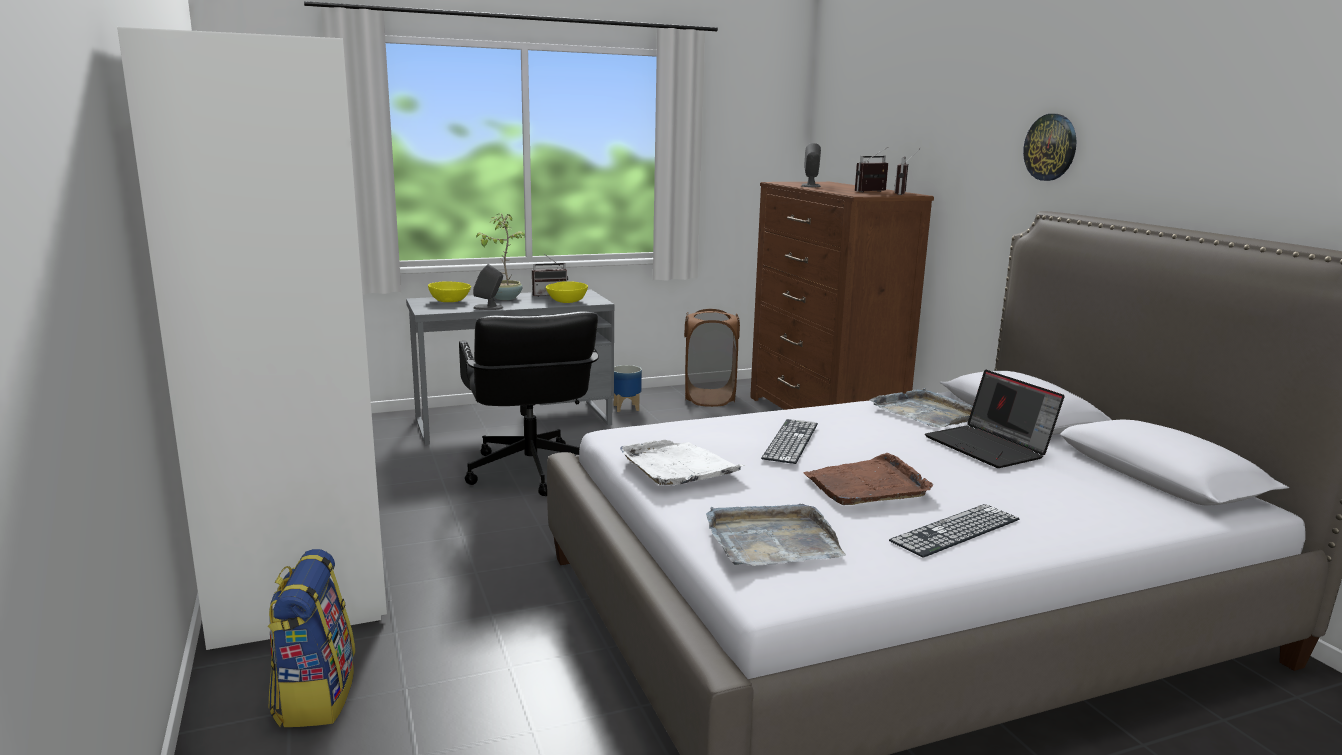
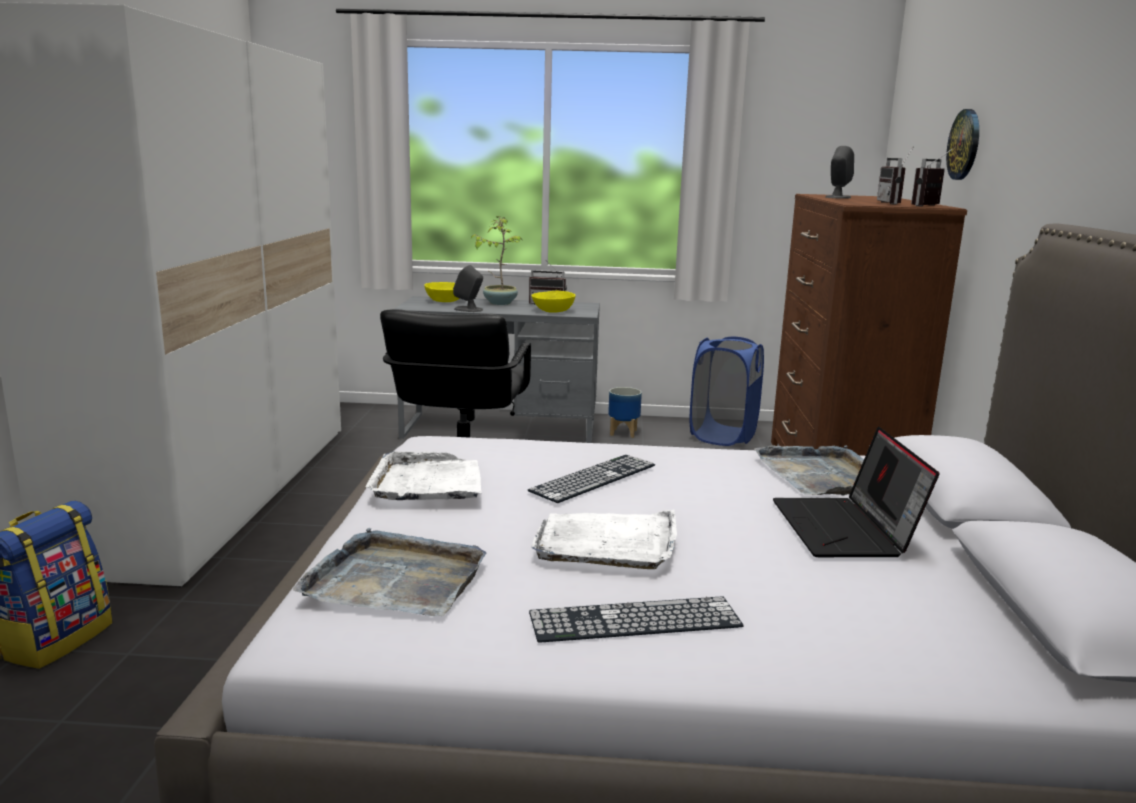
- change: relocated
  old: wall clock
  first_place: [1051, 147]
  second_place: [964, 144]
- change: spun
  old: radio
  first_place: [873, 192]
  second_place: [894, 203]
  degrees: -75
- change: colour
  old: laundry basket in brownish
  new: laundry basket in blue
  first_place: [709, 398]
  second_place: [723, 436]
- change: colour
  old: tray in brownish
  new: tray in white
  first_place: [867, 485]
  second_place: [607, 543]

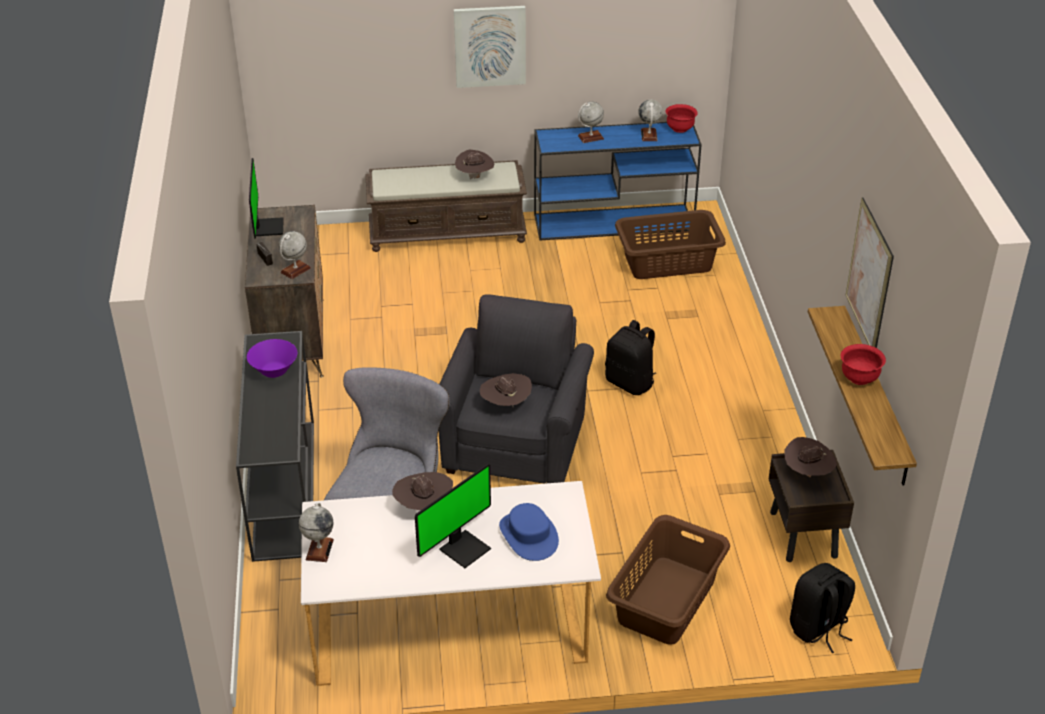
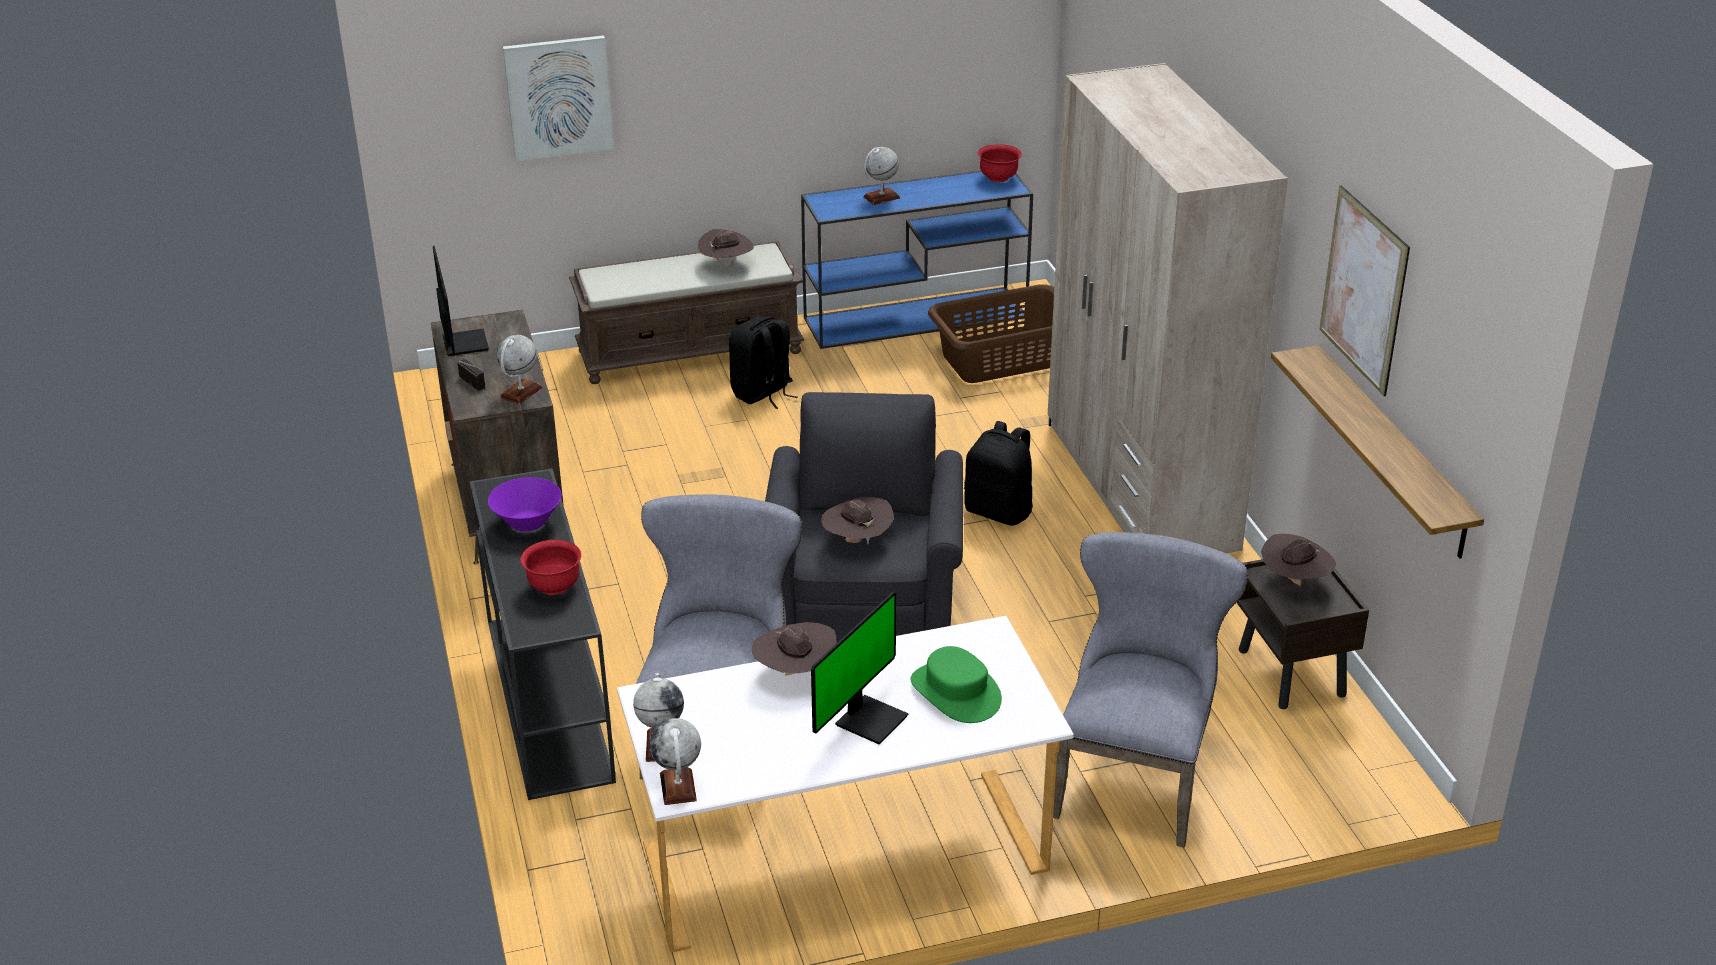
- change: relocated
  old: wall art
  first_place: [490, 46]
  second_place: [558, 97]
- change: relocated
  old: globe
  first_place: [649, 135]
  second_place: [678, 787]
- change: relocated
  old: bowl in reddish
  first_place: [859, 378]
  second_place: [554, 586]
- change: colour
  old: hat in blue
  new: hat in green-coloured
  first_place: [529, 535]
  second_place: [956, 692]
- change: exchanged
  old: laundry basket in brownish
  new: plain chair in greyish
  first_place: [667, 600]
  second_place: [1135, 777]
- change: relocated
  old: knapsack in black
  first_place: [818, 628]
  second_place: [763, 393]
- change: appeared
  new: wardrobe in beige
  second_place: [1140, 485]

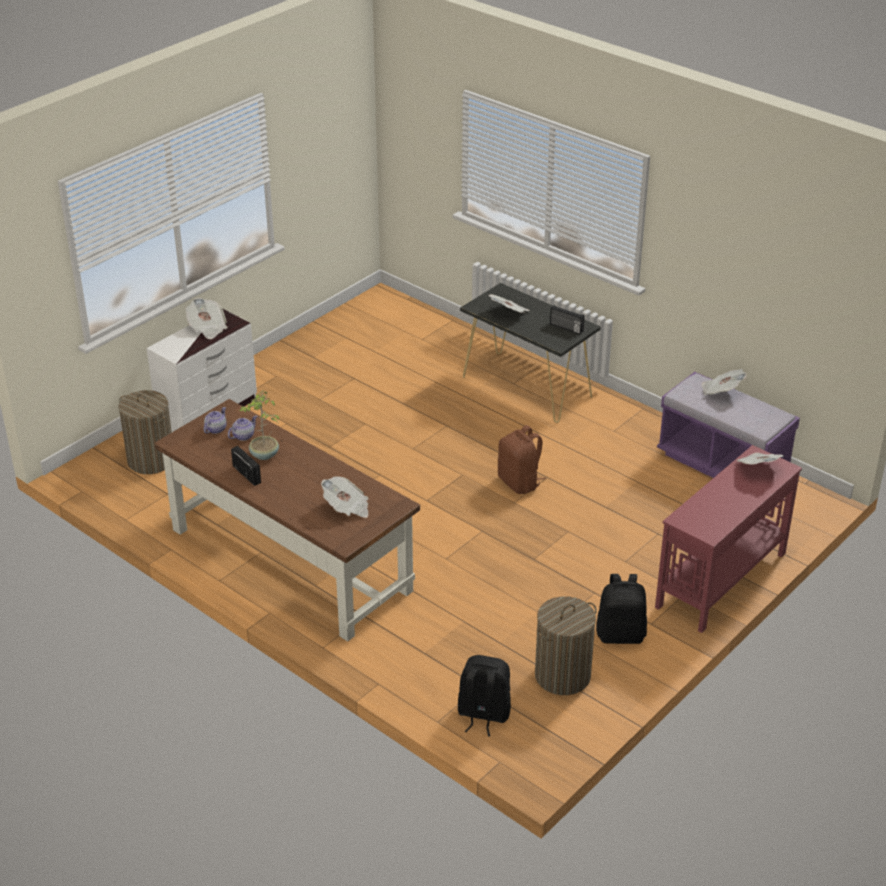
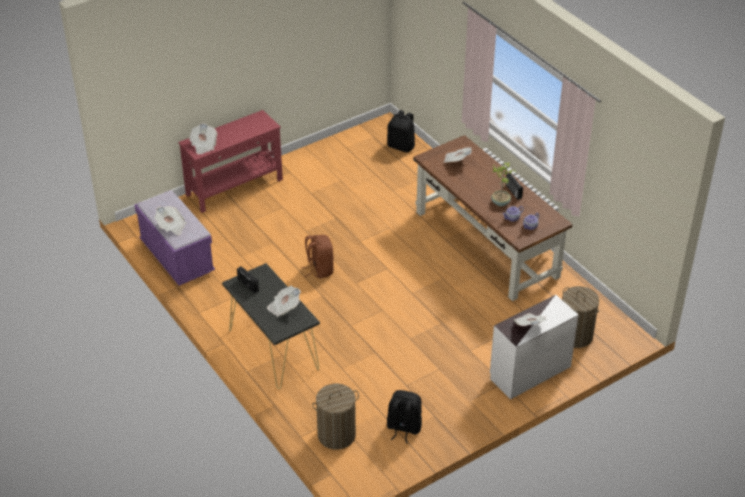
- change: relocated
  old: knapsack in black
  first_place: [621, 634]
  second_place: [403, 428]
- change: relocated
  old: laundry basket
  first_place: [562, 676]
  second_place: [336, 435]

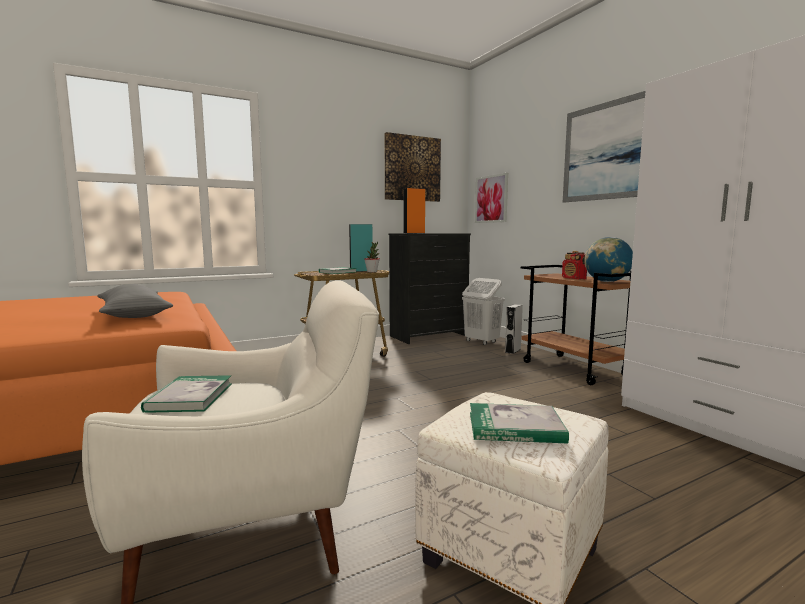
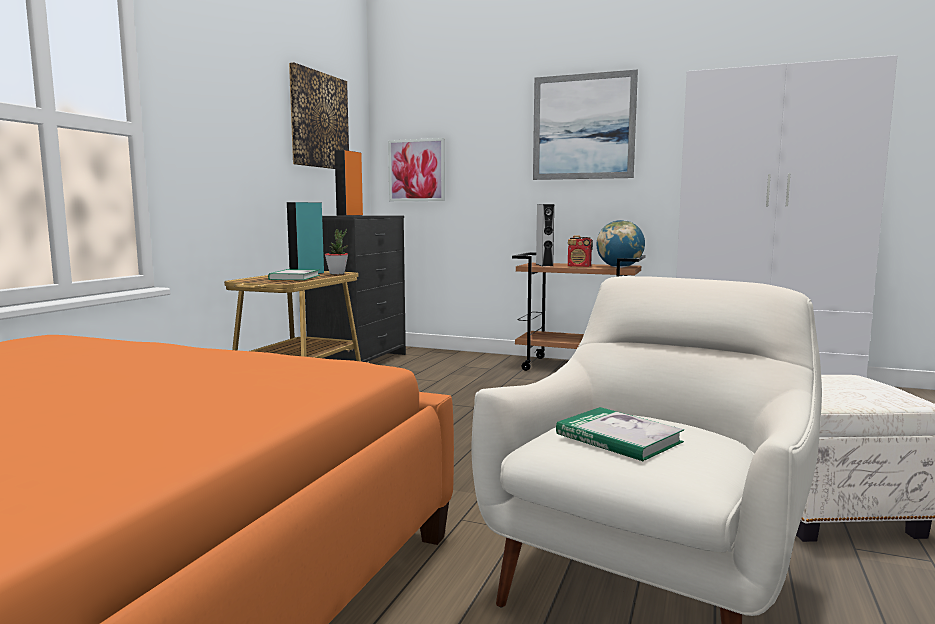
- change: missing
  old: laundry basket in white
  first_place: [481, 342]
- change: missing
  old: throw pillow in greyish
  first_place: [133, 314]
- change: relocated
  old: audio speaker in greyish
  first_place: [513, 350]
  second_place: [544, 265]
- change: missing
  old: volume
  first_place: [515, 427]

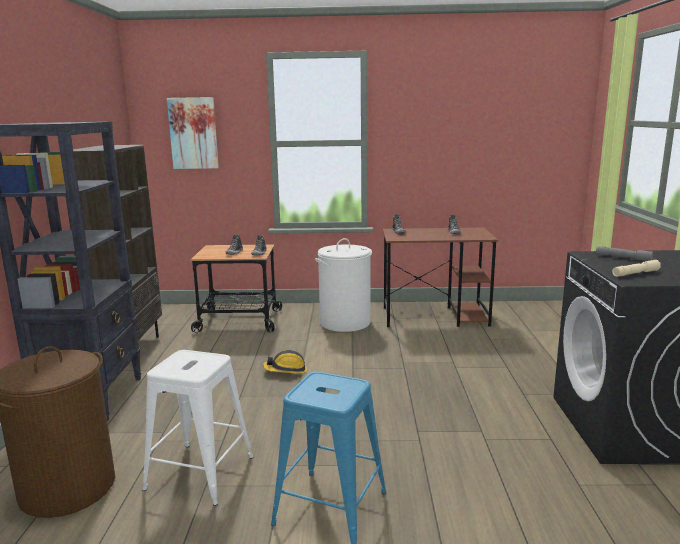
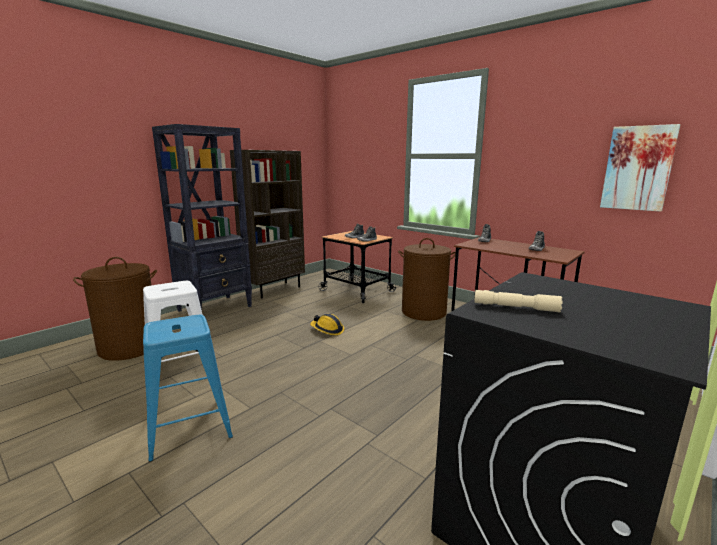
- change: relocated
  old: wall art
  first_place: [193, 133]
  second_place: [637, 168]
- change: colour
  old: laundry basket in white
  new: laundry basket in brownish
  first_place: [345, 322]
  second_place: [424, 312]
- change: missing
  old: flashlight in greyish
  first_place: [623, 258]

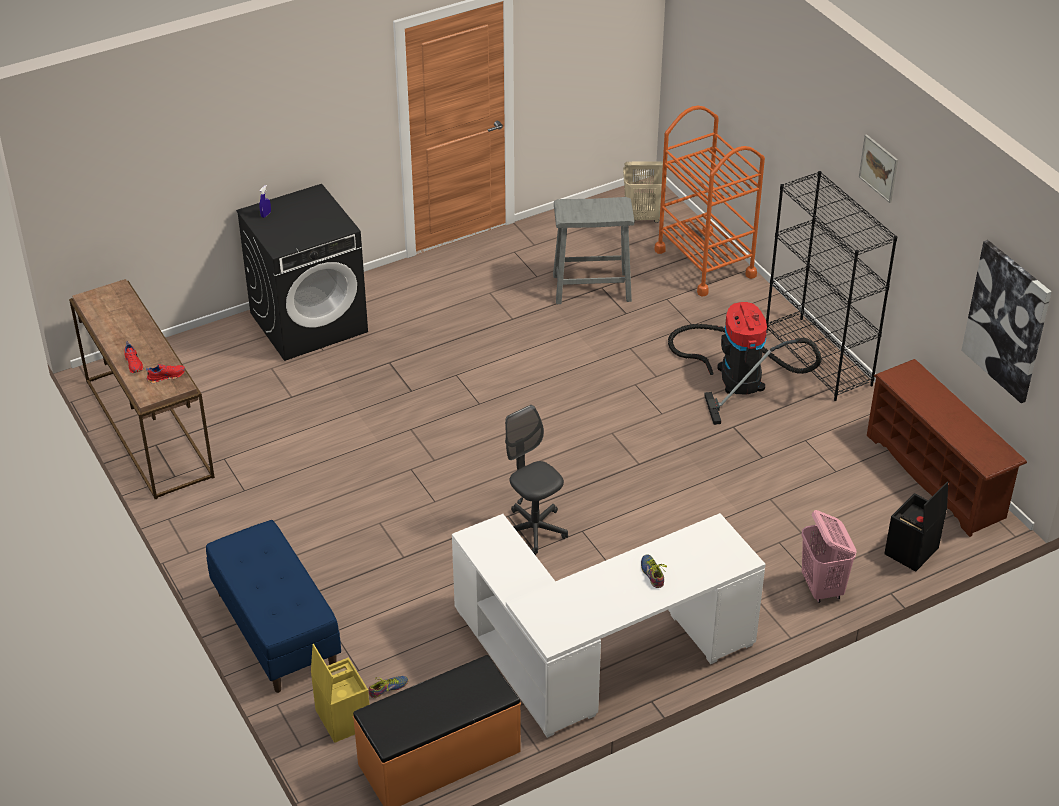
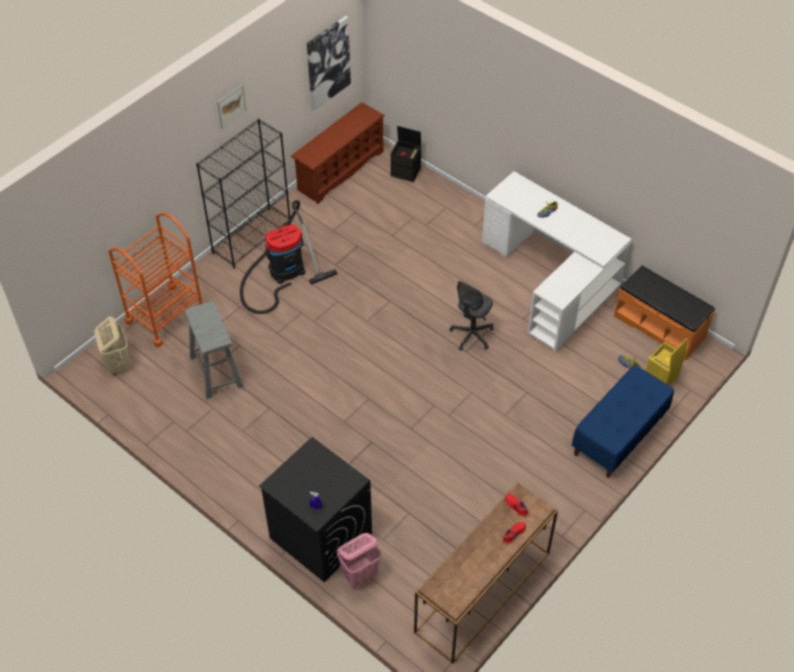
- change: relocated
  old: laundry basket in pink-coloured
  first_place: [822, 588]
  second_place: [360, 575]

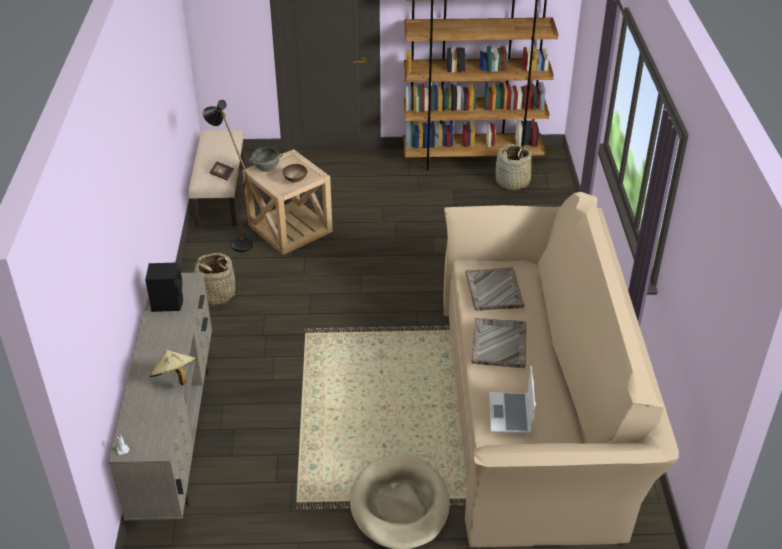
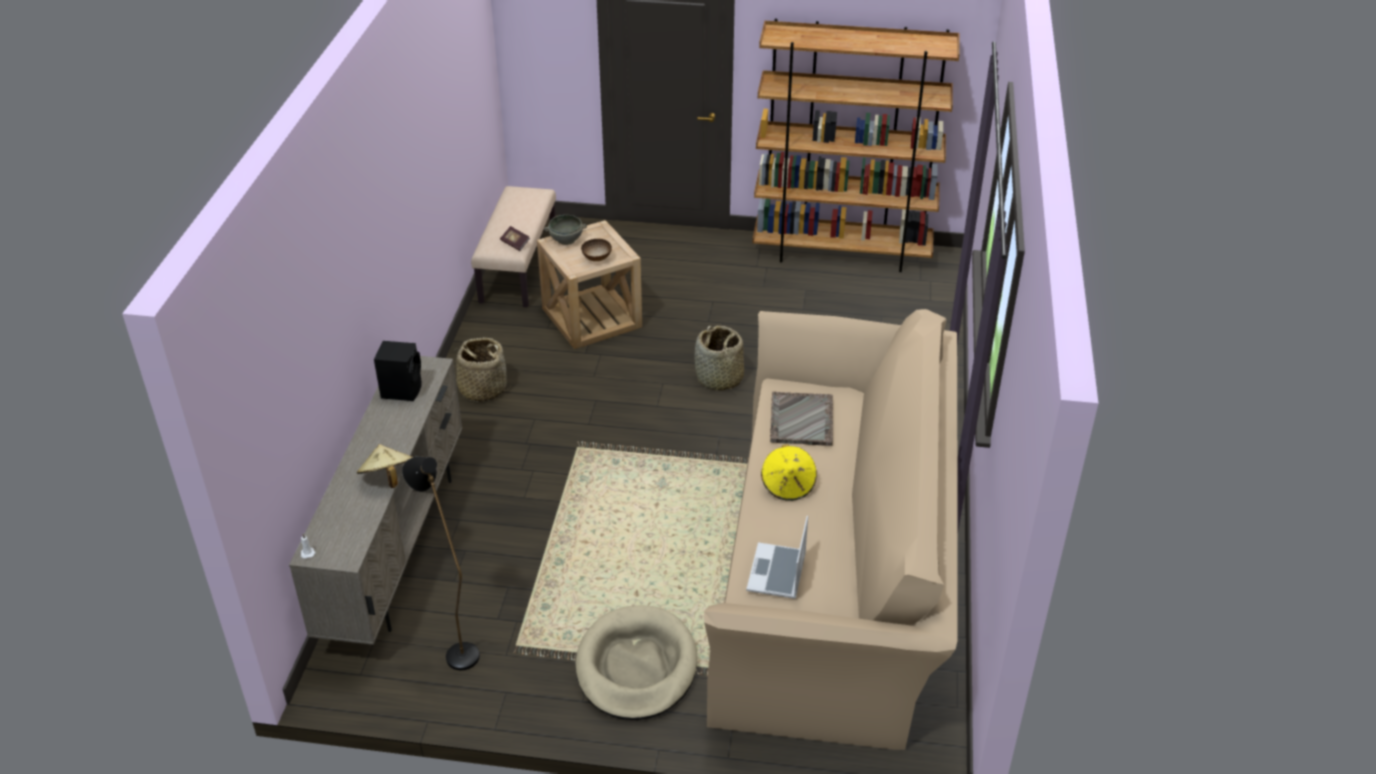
- change: relocated
  old: standard lamp in black
  first_place: [237, 242]
  second_place: [456, 649]
- change: relocated
  old: household basket
  first_place: [512, 183]
  second_place: [719, 379]
- change: exchanged
  old: tray in greyish
  new: hat in yellowish
  first_place: [499, 343]
  second_place: [788, 485]

